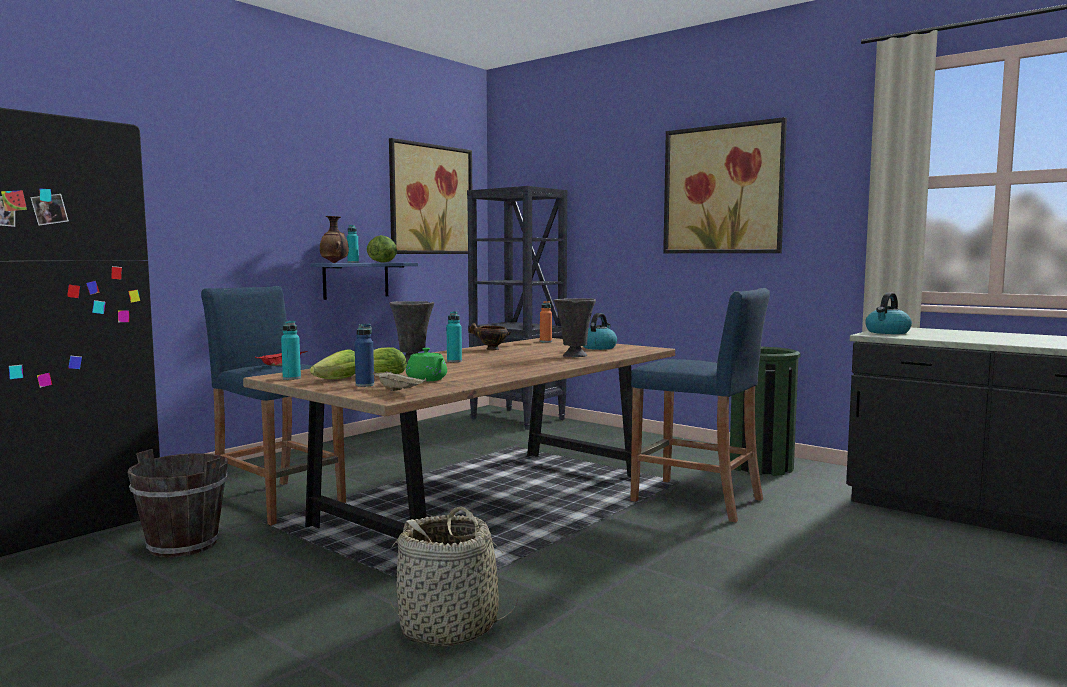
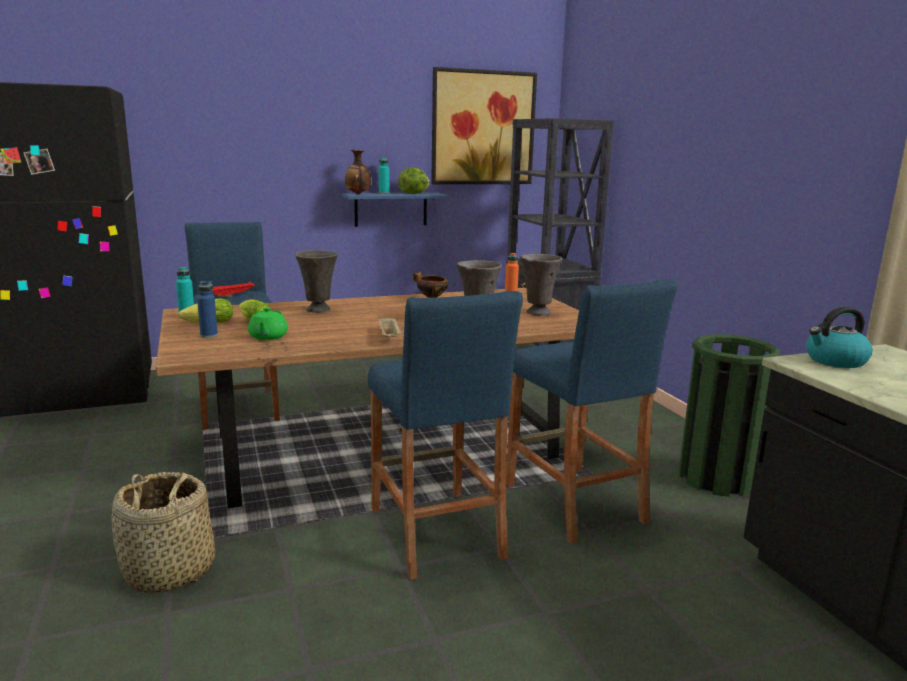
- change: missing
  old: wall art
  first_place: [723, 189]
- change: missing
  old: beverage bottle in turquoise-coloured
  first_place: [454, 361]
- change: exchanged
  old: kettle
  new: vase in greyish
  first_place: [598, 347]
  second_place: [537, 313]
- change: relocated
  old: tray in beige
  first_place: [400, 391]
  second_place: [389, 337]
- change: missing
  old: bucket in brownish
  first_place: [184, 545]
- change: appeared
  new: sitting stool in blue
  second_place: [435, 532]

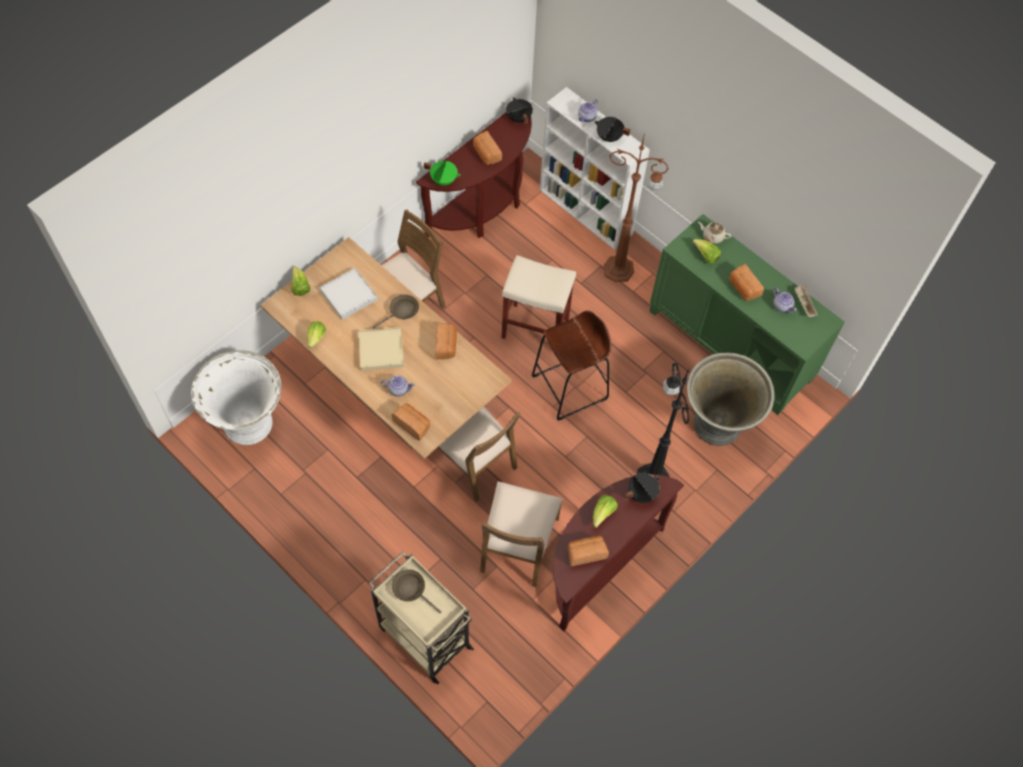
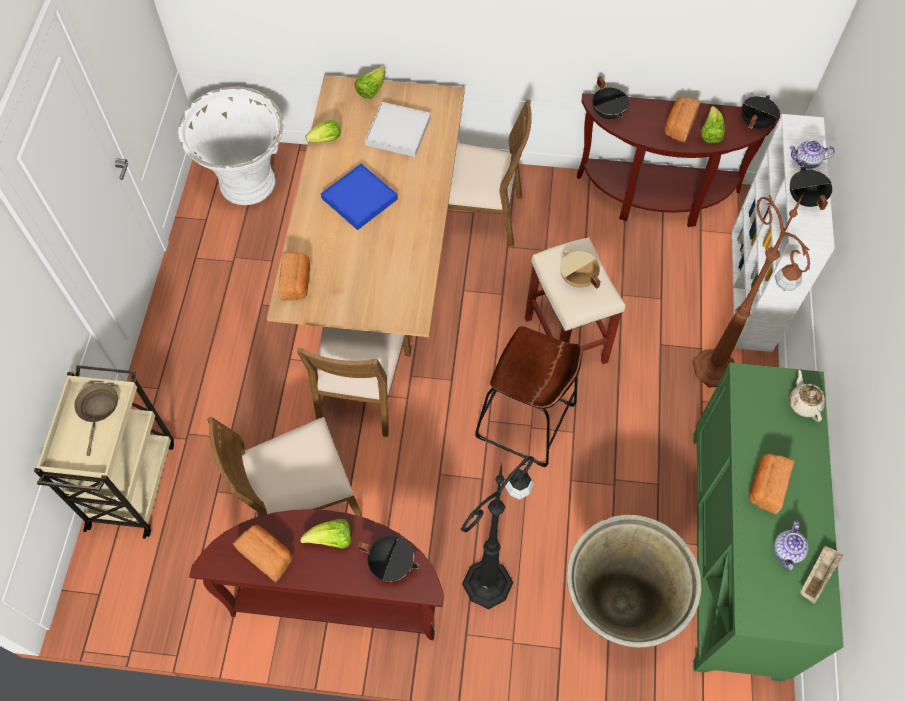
- change: colour
  old: stockpot in green-coloured
  new: stockpot in black
  first_place: [443, 180]
  second_place: [608, 113]
- change: relocated
  old: lettuce
  first_place: [706, 256]
  second_place: [710, 133]
- change: missing
  old: skillet in brownish
  first_place: [402, 311]
- change: missing
  old: baked bread
  first_place: [446, 346]
- change: colour
  old: tray in beige
  new: tray in blue
  first_place: [381, 350]
  second_place: [360, 199]
- change: missing
  old: tea pot
  first_place: [398, 389]
- change: appeared
  new: stockpot in beige
  second_place: [577, 279]

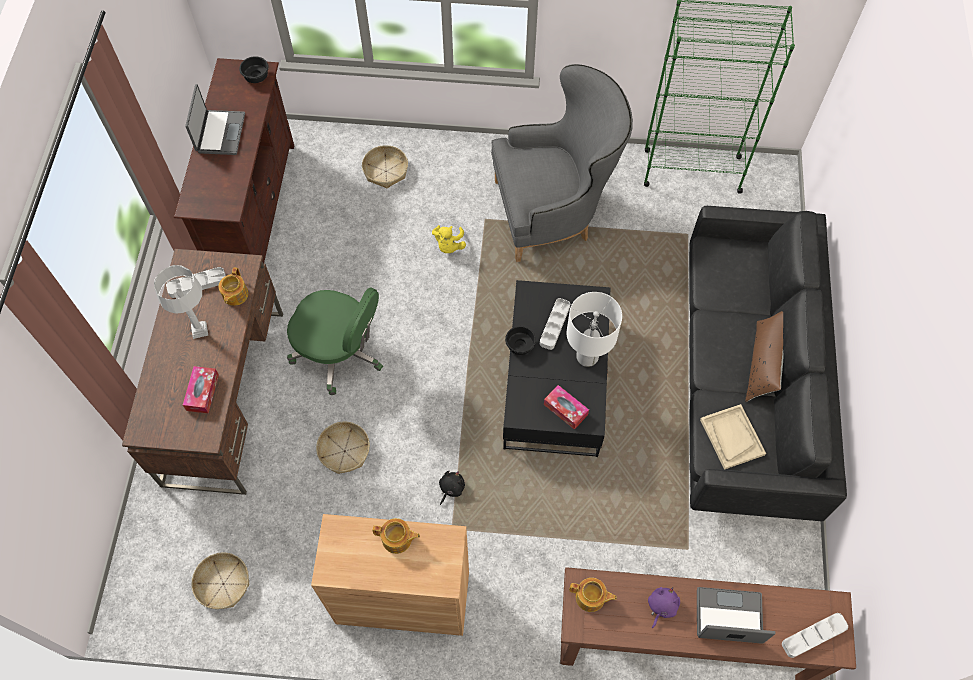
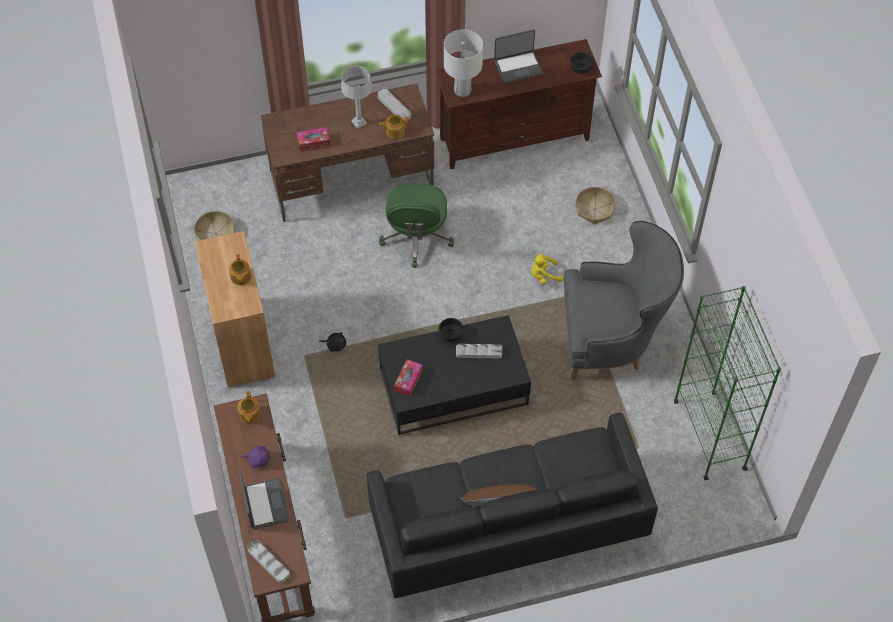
- change: spun
  old: lounge chair in greyish
  first_place: [553, 212]
  second_place: [612, 340]
  degrees: -60
- change: relocated
  old: table lamp in white
  first_place: [587, 357]
  second_place: [462, 91]
- change: missing
  old: tray in beige
  first_place: [731, 437]
- change: missing
  old: household basket
  first_place: [344, 451]

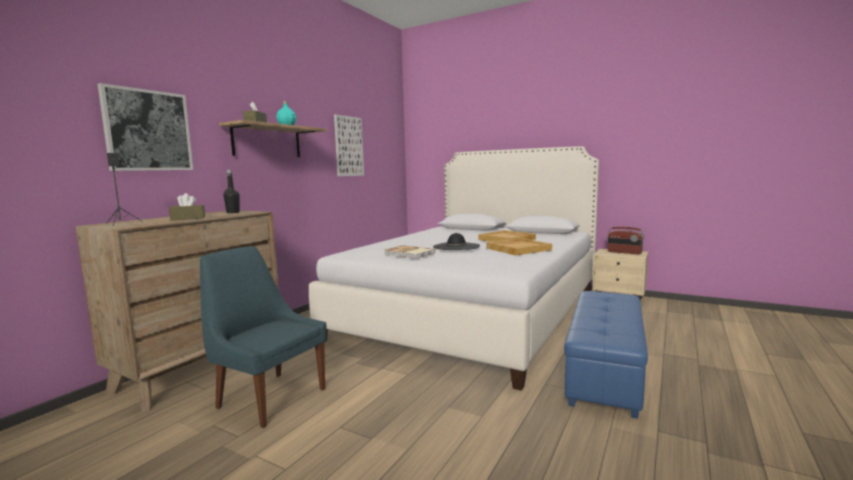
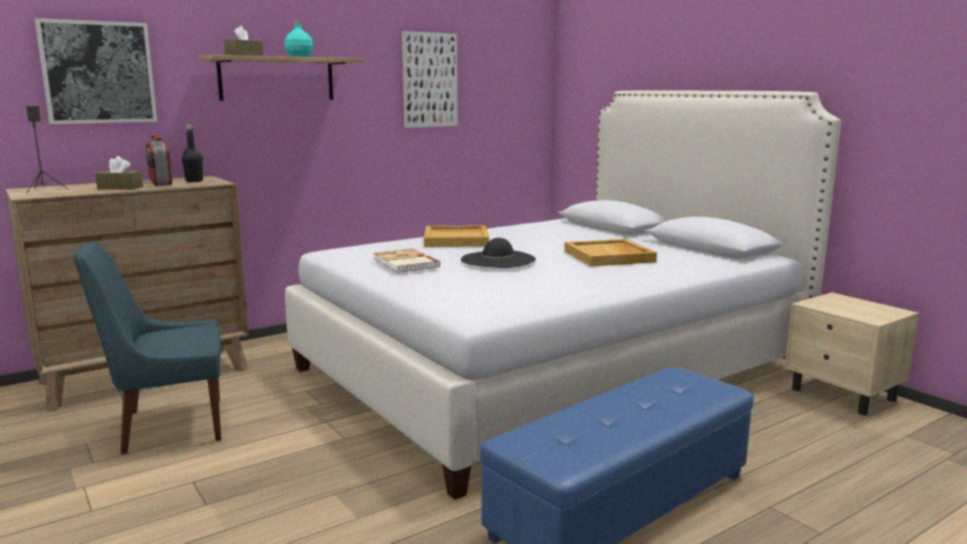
- change: relocated
  old: radio
  first_place: [624, 252]
  second_place: [160, 182]
- change: relocated
  old: tray in beige
  first_place: [518, 249]
  second_place: [457, 239]
- change: spun
  old: plain chair in blue
  first_place: [269, 397]
  second_place: [168, 426]
  degrees: -75

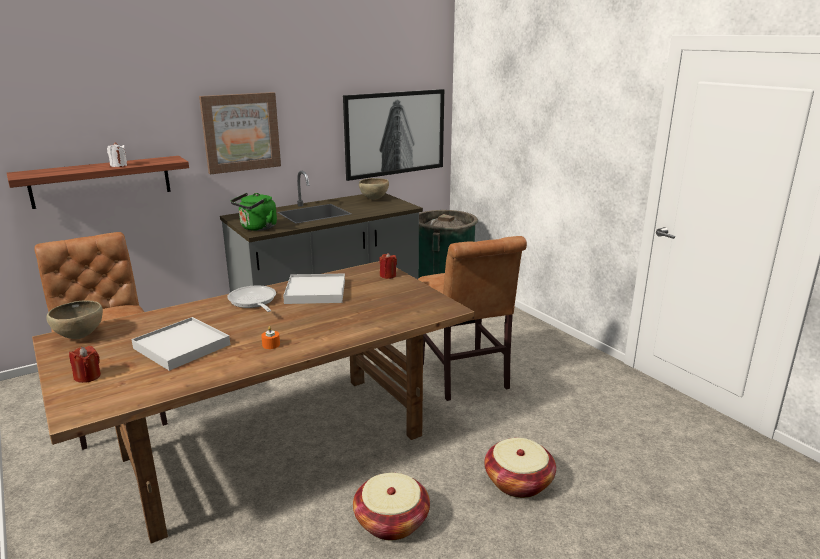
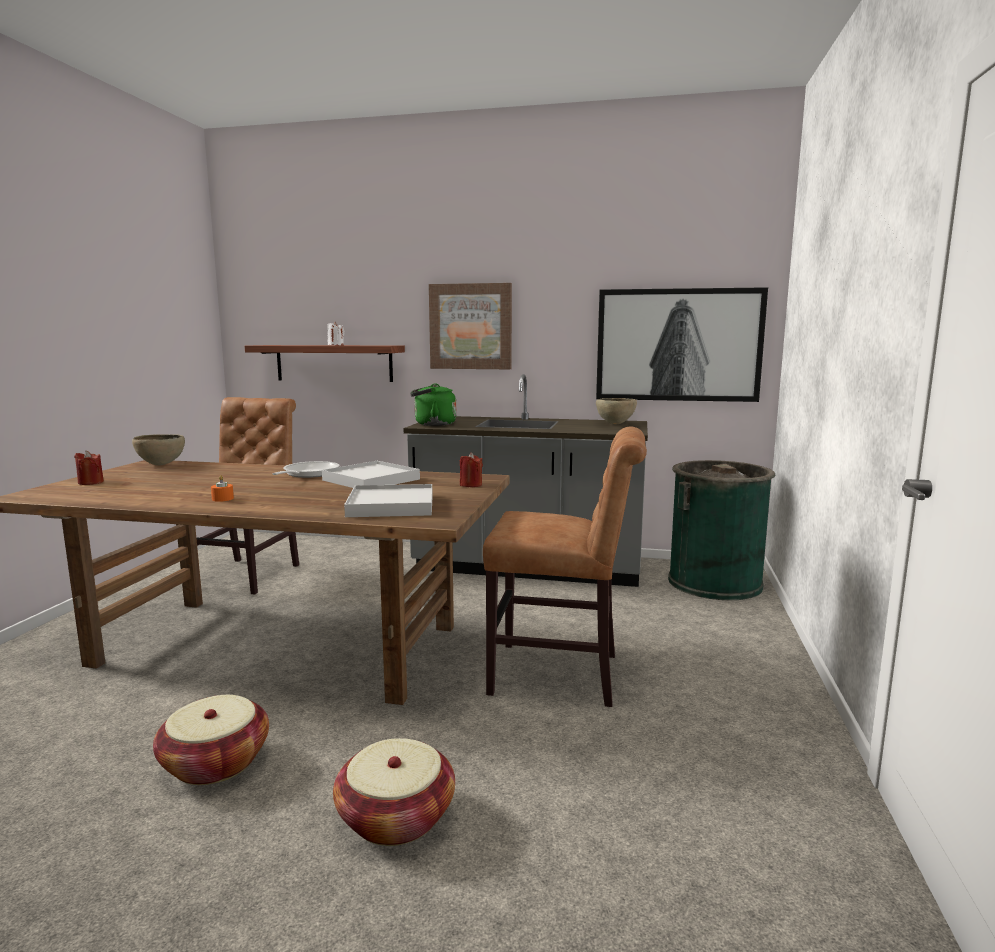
- change: spun
  old: plain chair in brownish
  first_place: [465, 379]
  second_place: [563, 675]
  degrees: -105
- change: relocated
  old: tray in white
  first_place: [181, 346]
  second_place: [391, 505]

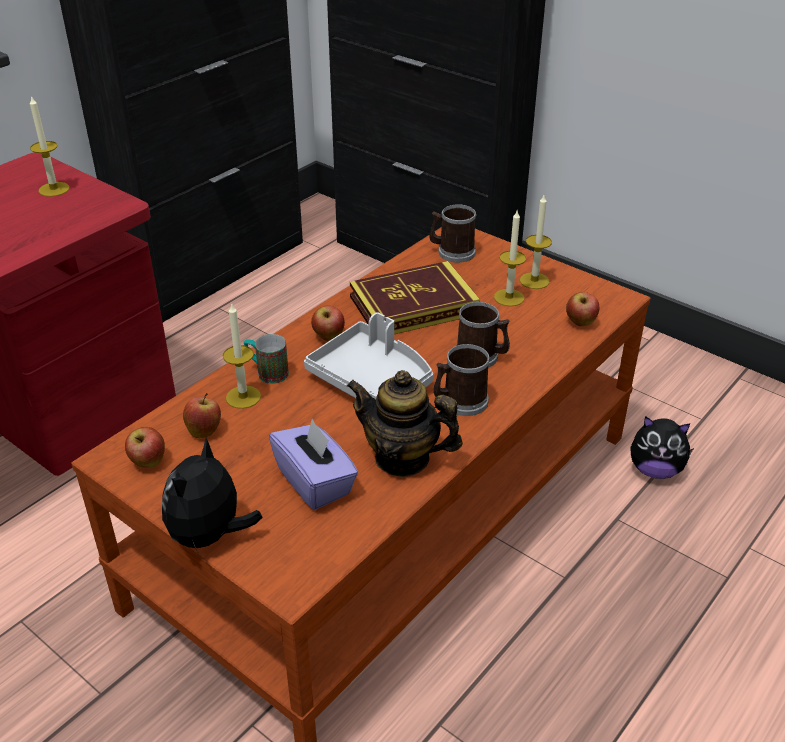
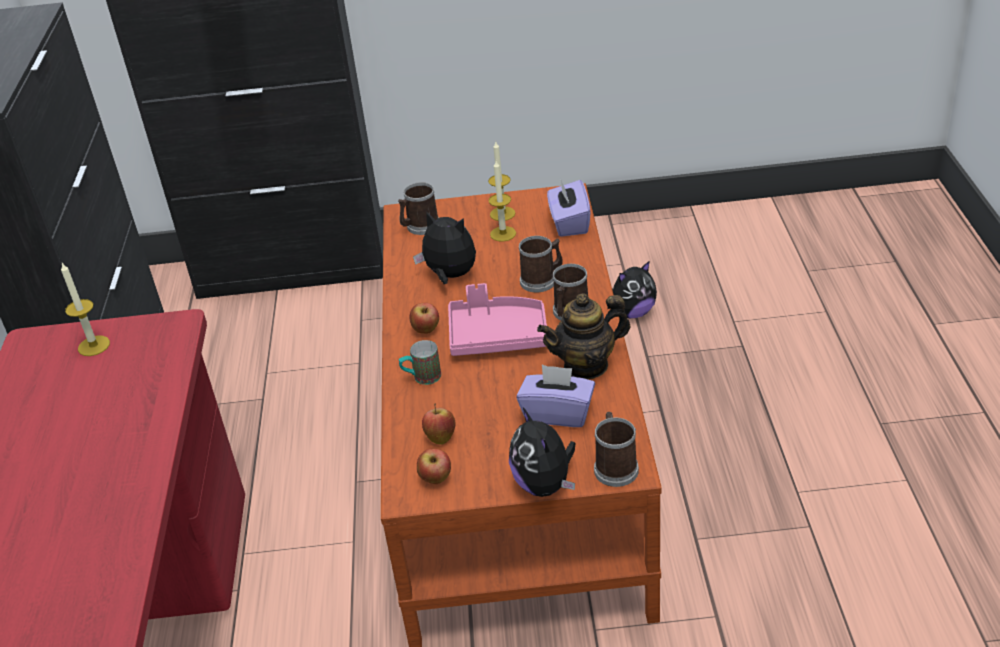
- change: exchanged
  old: volume
  new: plush toy
  first_place: [413, 305]
  second_place: [450, 276]
- change: exchanged
  old: apple fruit
  new: box of tissues in purplish
  first_place: [580, 323]
  second_place: [569, 223]
- change: missing
  old: wax candle
  first_place: [243, 397]
- change: colour
  old: tray in greyish
  new: tray in pink-coloured
  first_place: [372, 380]
  second_place: [497, 336]
- change: appeared
  new: tea mug
  second_place: [615, 466]

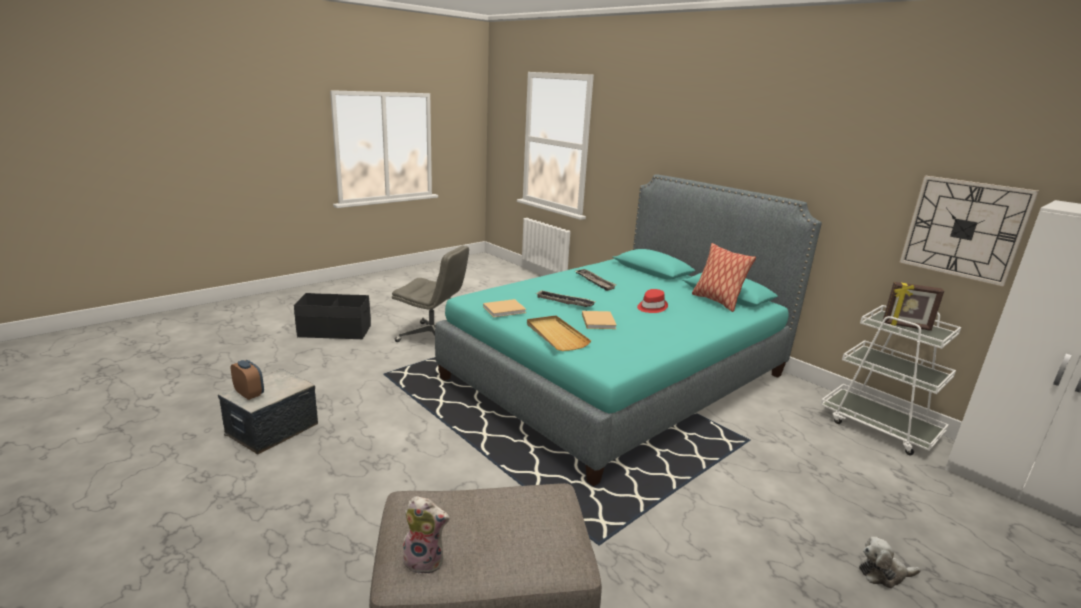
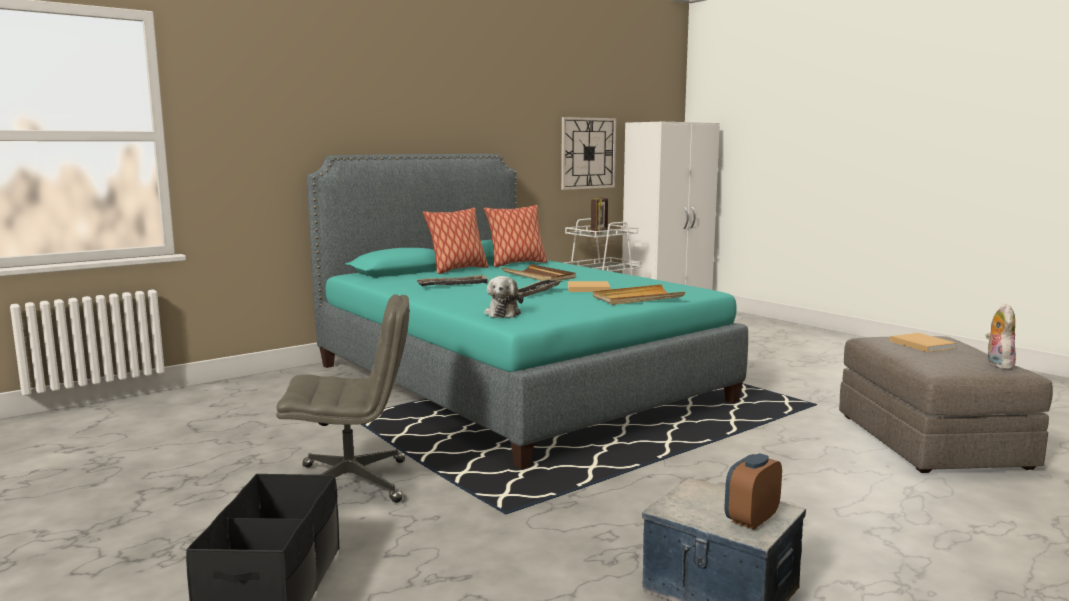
- change: spun
  old: desk chair in greyish
  first_place: [433, 337]
  second_place: [352, 483]
  degrees: 60
- change: exchanged
  old: hat in reddish
  new: tray in brownish
  first_place: [651, 307]
  second_place: [539, 276]
- change: relocated
  old: volume in beige
  first_place: [505, 309]
  second_place: [920, 344]
- change: relocated
  old: plush toy
  first_place: [883, 574]
  second_place: [503, 313]
- change: appeared
  new: throw pillow
  second_place: [457, 270]

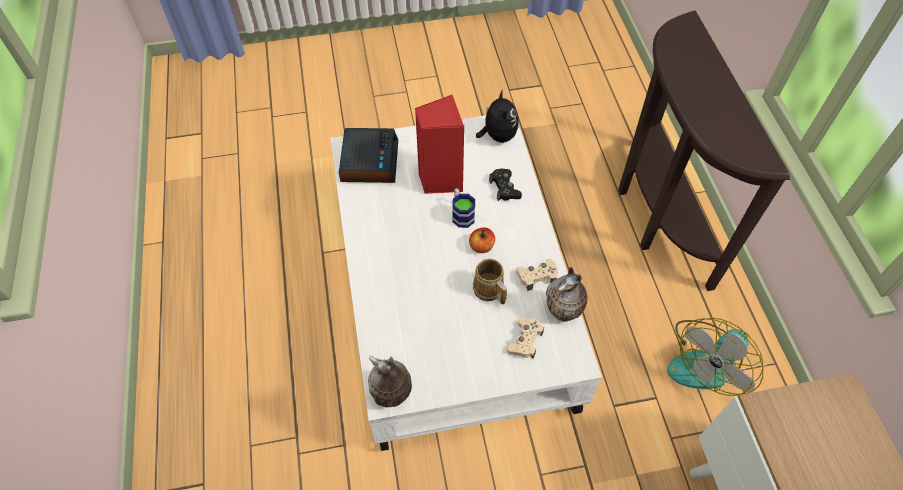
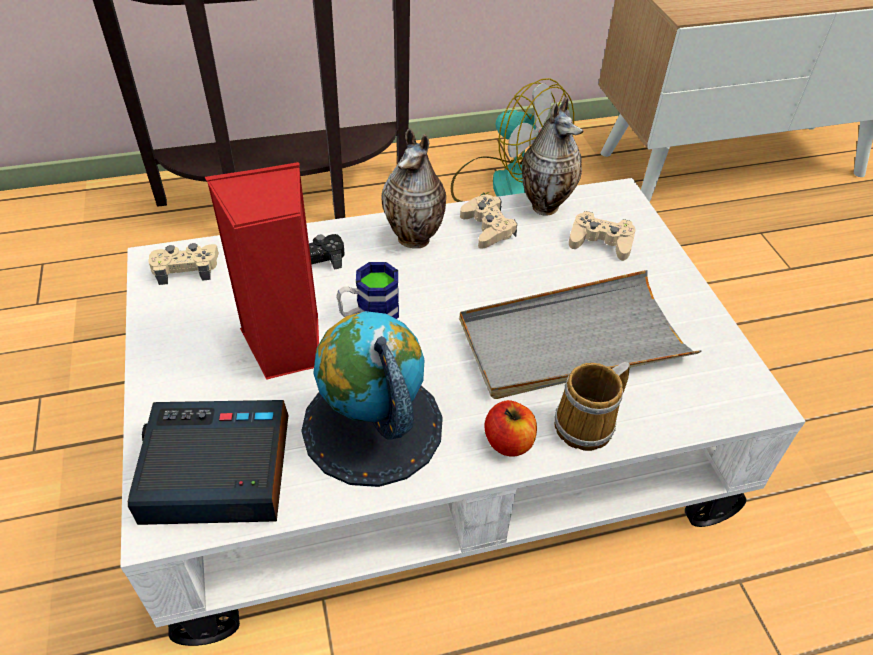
- change: exchanged
  old: plush toy
  new: game controller in beige
  first_place: [498, 136]
  second_place: [186, 268]
- change: relocated
  old: apple fruit
  first_place: [481, 246]
  second_place: [508, 442]
- change: relocated
  old: tea mug
  first_place: [488, 290]
  second_place: [588, 425]
- change: relocated
  old: vase
  first_place: [392, 397]
  second_place: [416, 239]
- change: appeared
  new: tray in greyish
  second_place: [572, 341]
- change: appeared
  new: globe
  second_place: [372, 426]

